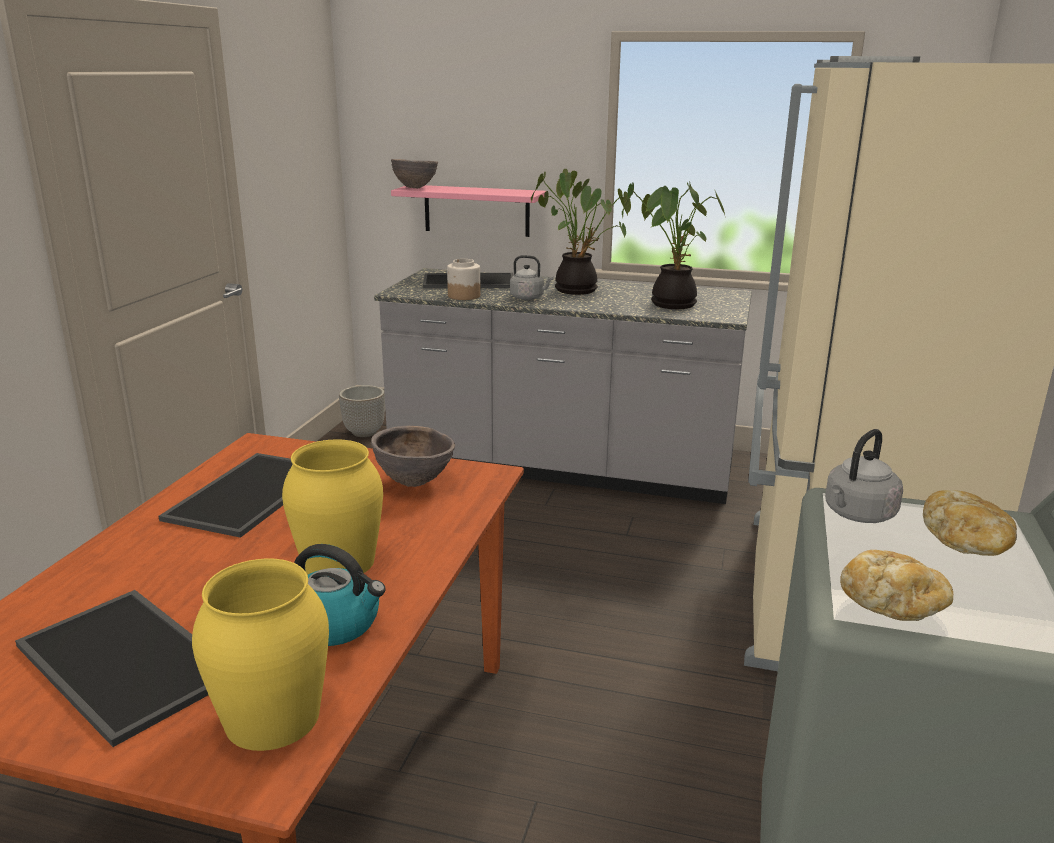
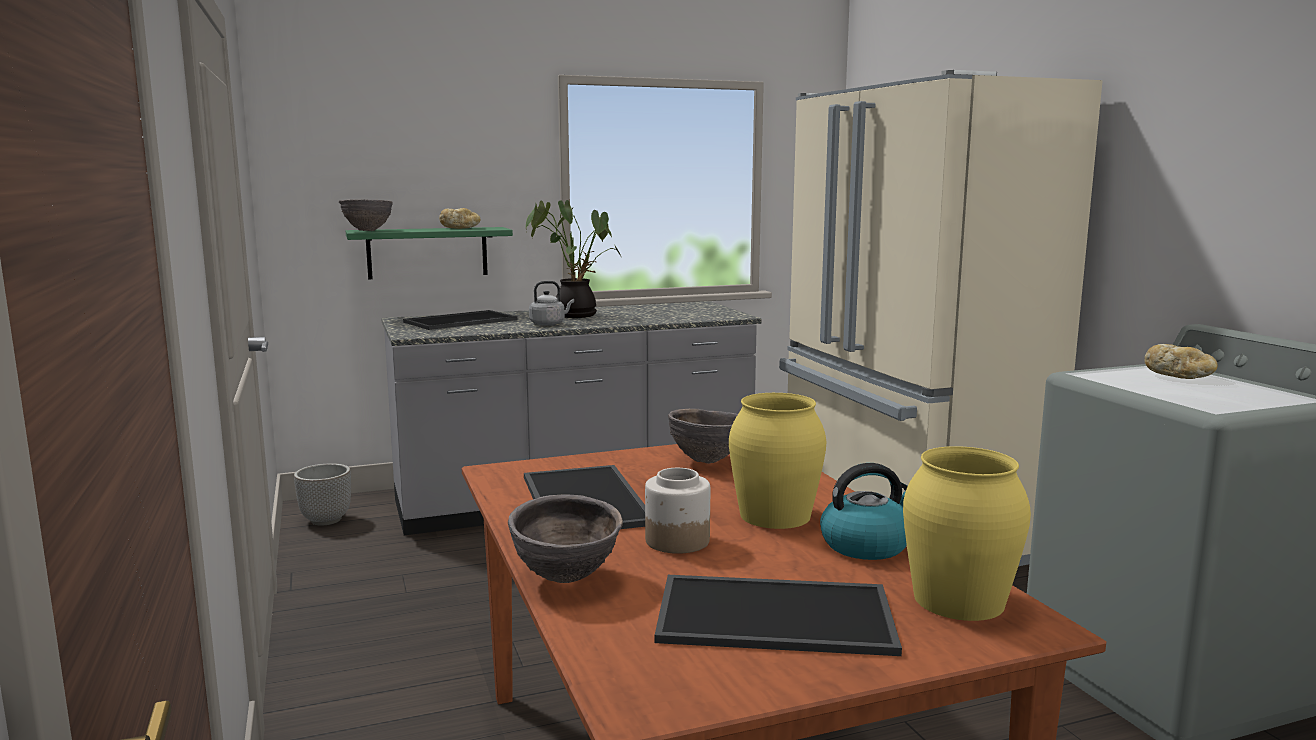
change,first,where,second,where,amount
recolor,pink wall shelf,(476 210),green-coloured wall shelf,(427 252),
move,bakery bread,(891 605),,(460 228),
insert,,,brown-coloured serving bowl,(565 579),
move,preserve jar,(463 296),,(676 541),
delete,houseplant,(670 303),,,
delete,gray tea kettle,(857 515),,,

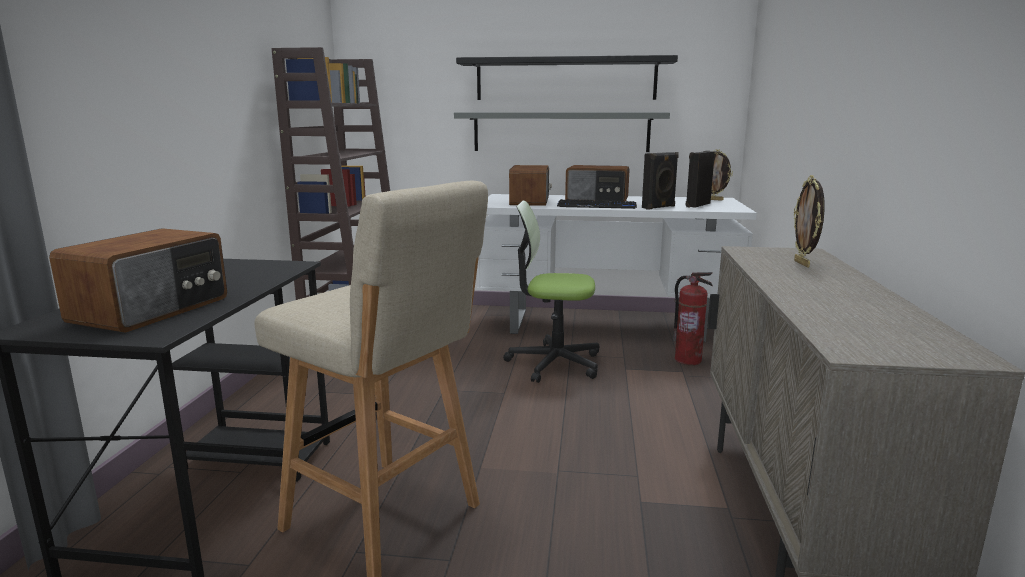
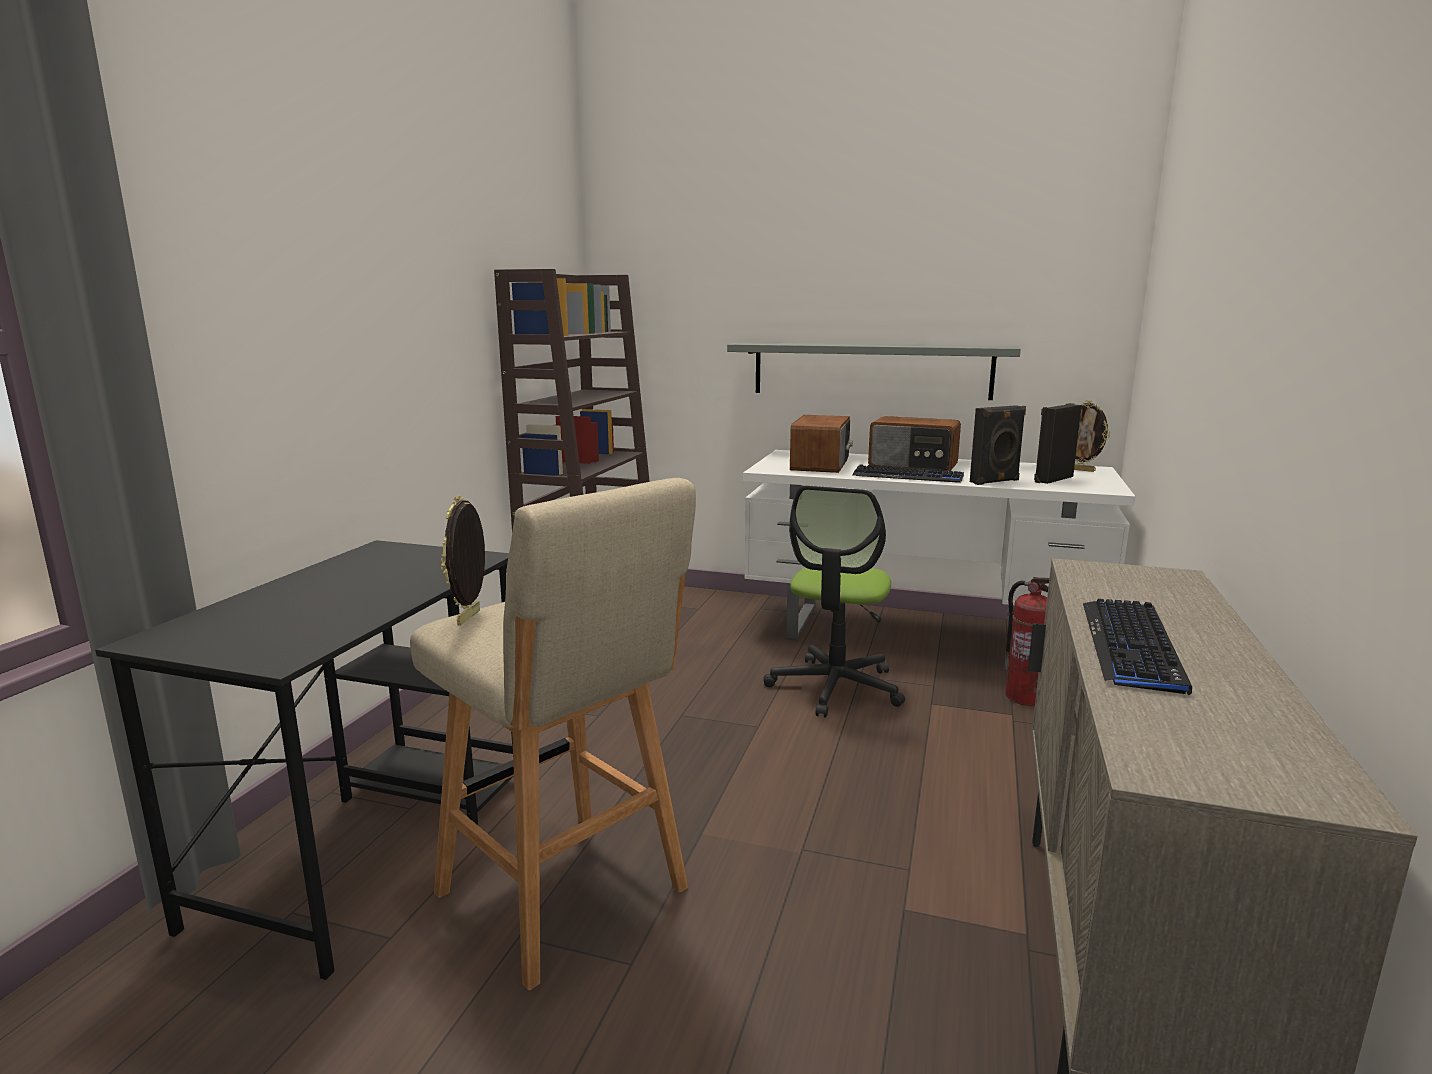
change,first,where,second,where,amount
move,photo frame,(803 264),,(470 618),
rotate,office chair,(554 363),,(835 687),90 degrees counterclockwise
insert,,,computer keyboard,(1132 645),
delete,radio set,(153 310),,,
delete,blackish wall shelf,(565 79),,,

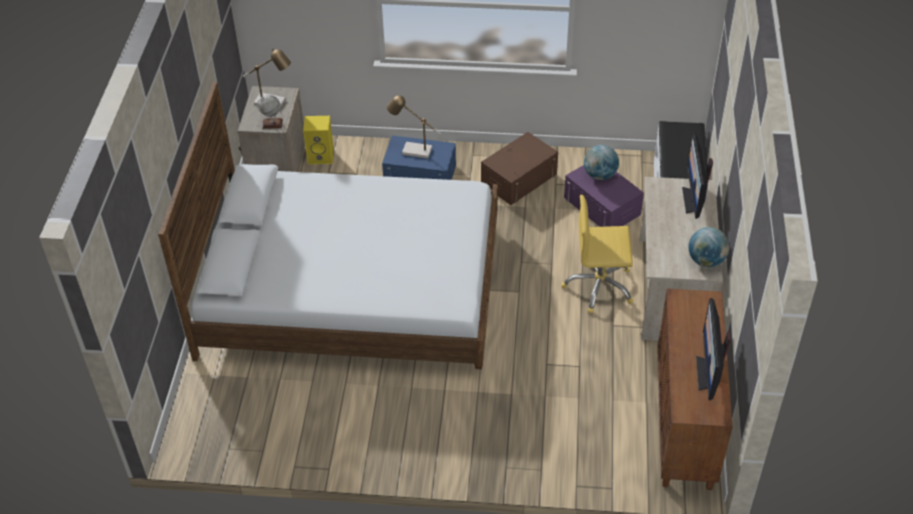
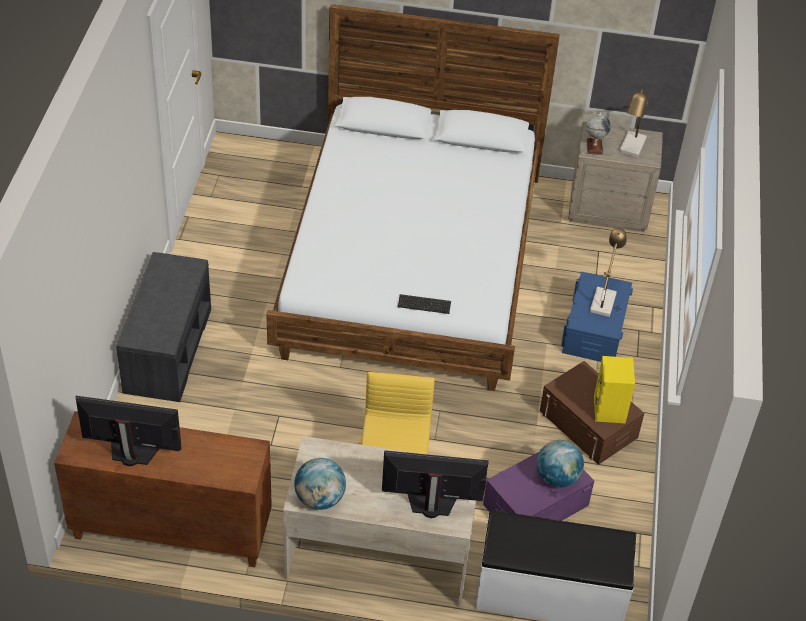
change,first,where,second,where,amount
insert,,,gray bench,(167 349),
insert,,,computer keyboard,(424 305),
move,yellow loudspeaker,(321 156),,(610 410),

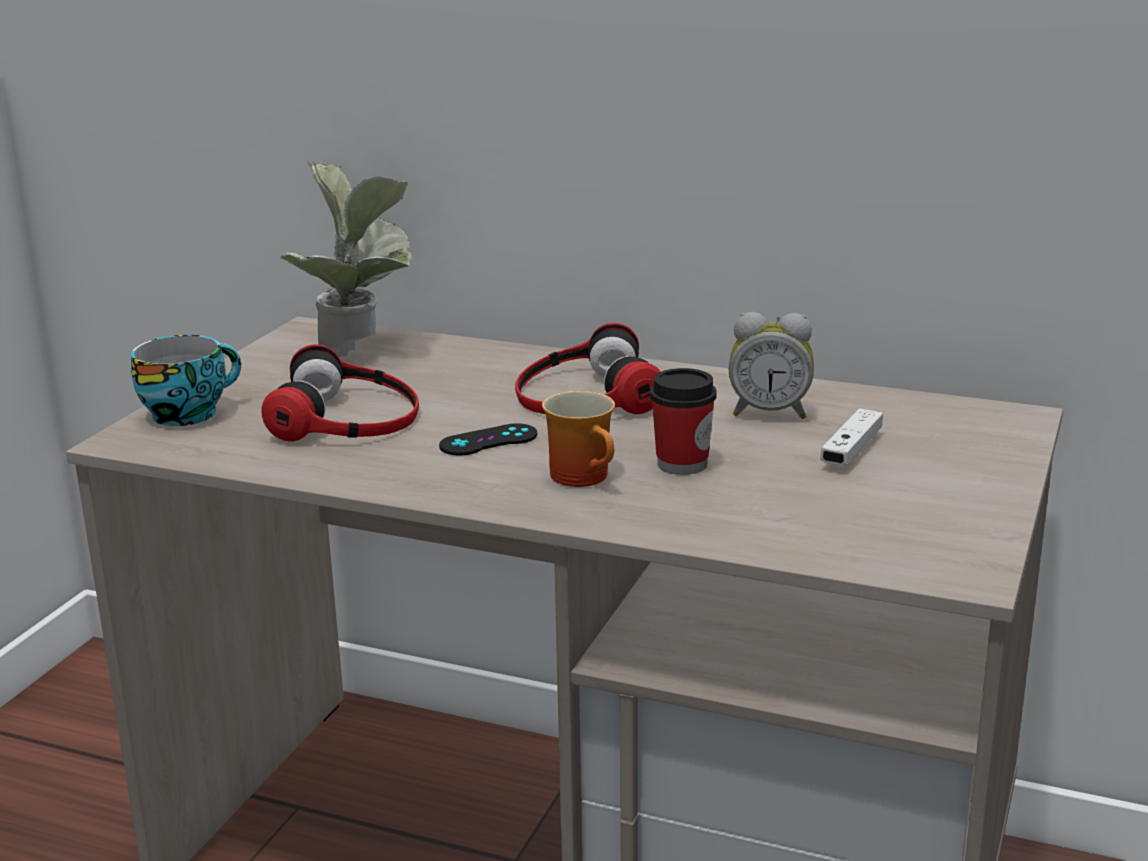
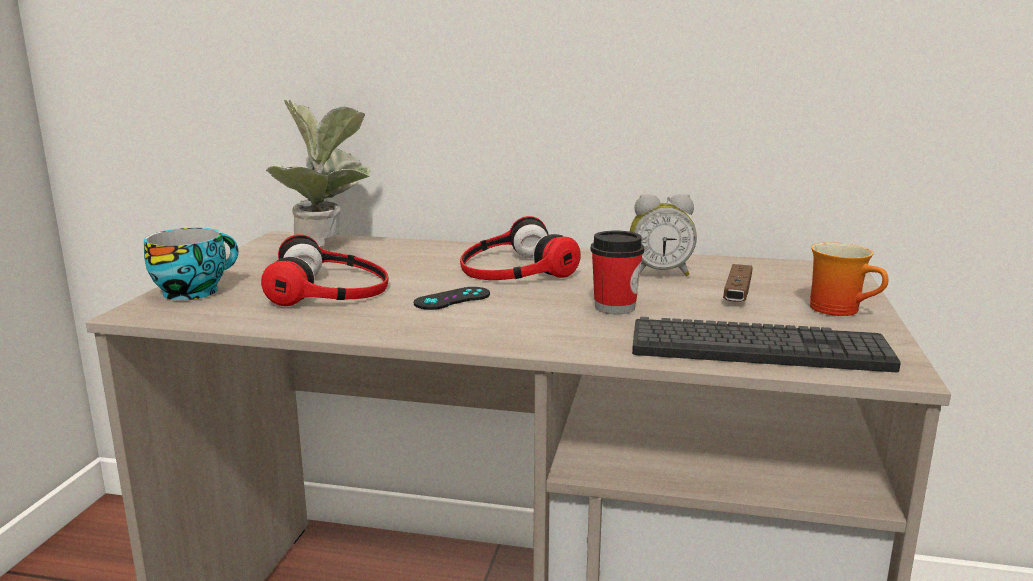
change,first,where,second,where,amount
insert,,,computer keyboard,(758 348),
recolor,whitish gamepad,(851 451),brown-coloured gamepad,(737 293),
move,mug,(586 476),,(841 309),

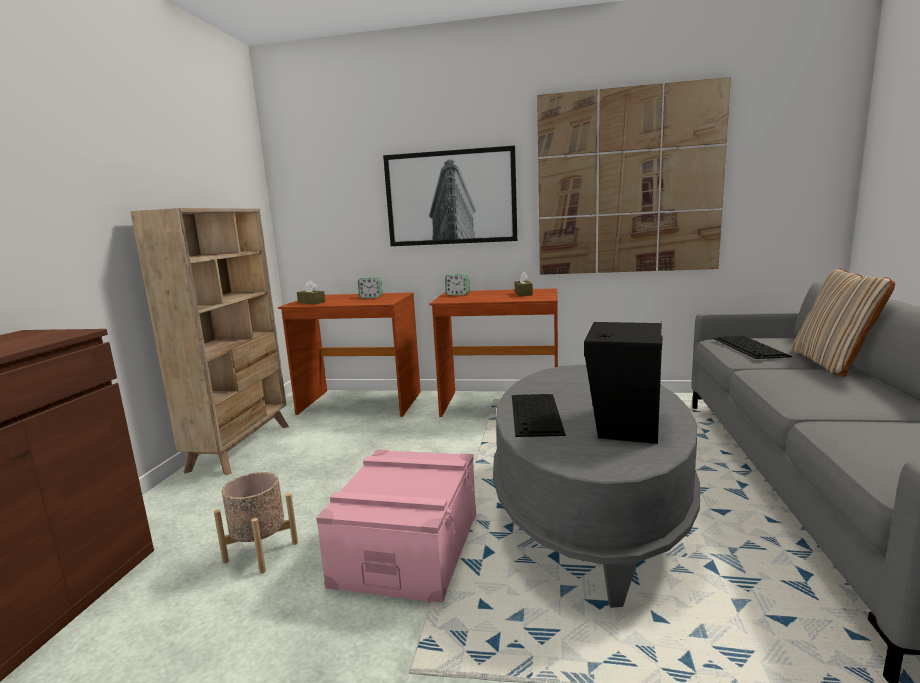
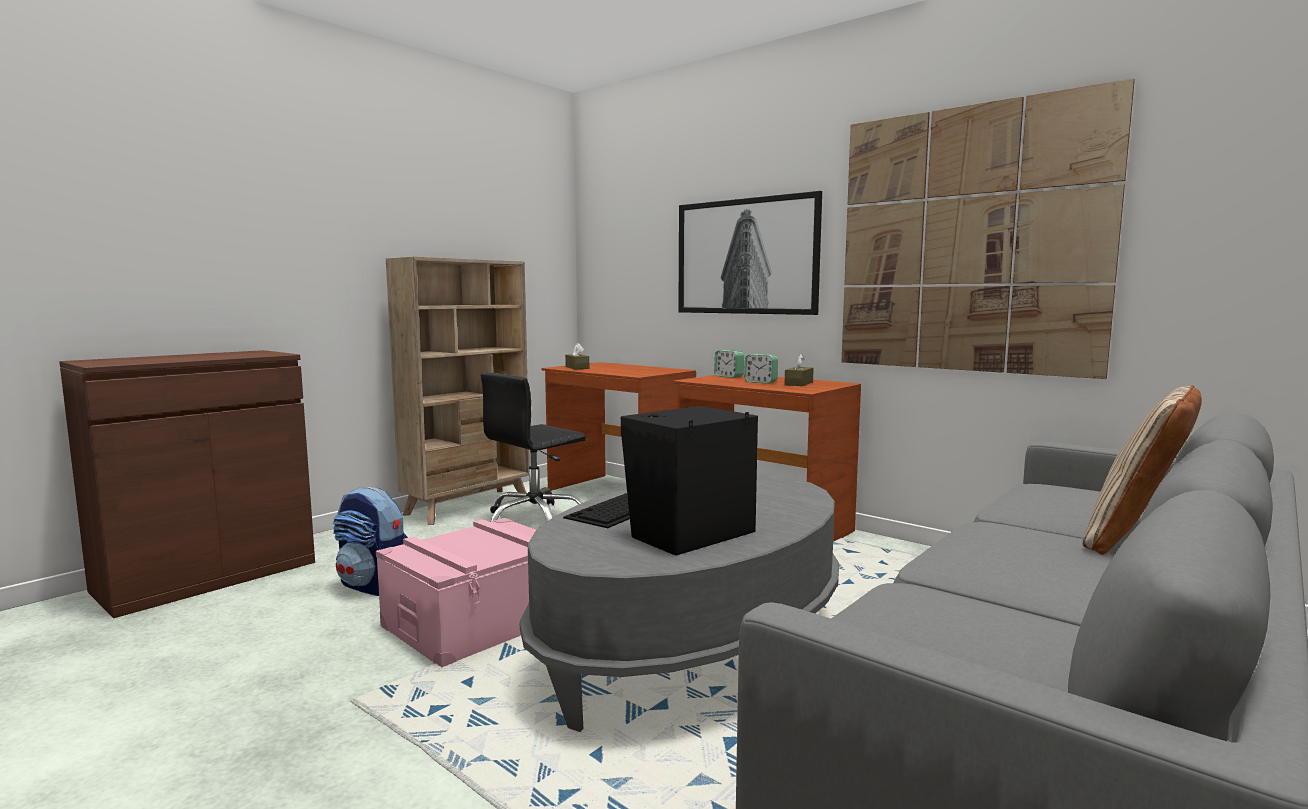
change,first,where,second,where,amount
replace,beige plant pot,(261 552),backpack,(375 586),
insert,,,blackish office chair,(535 519),
move,table clock,(371 297),,(760 382),
delete,computer keyboard,(750 347),,,

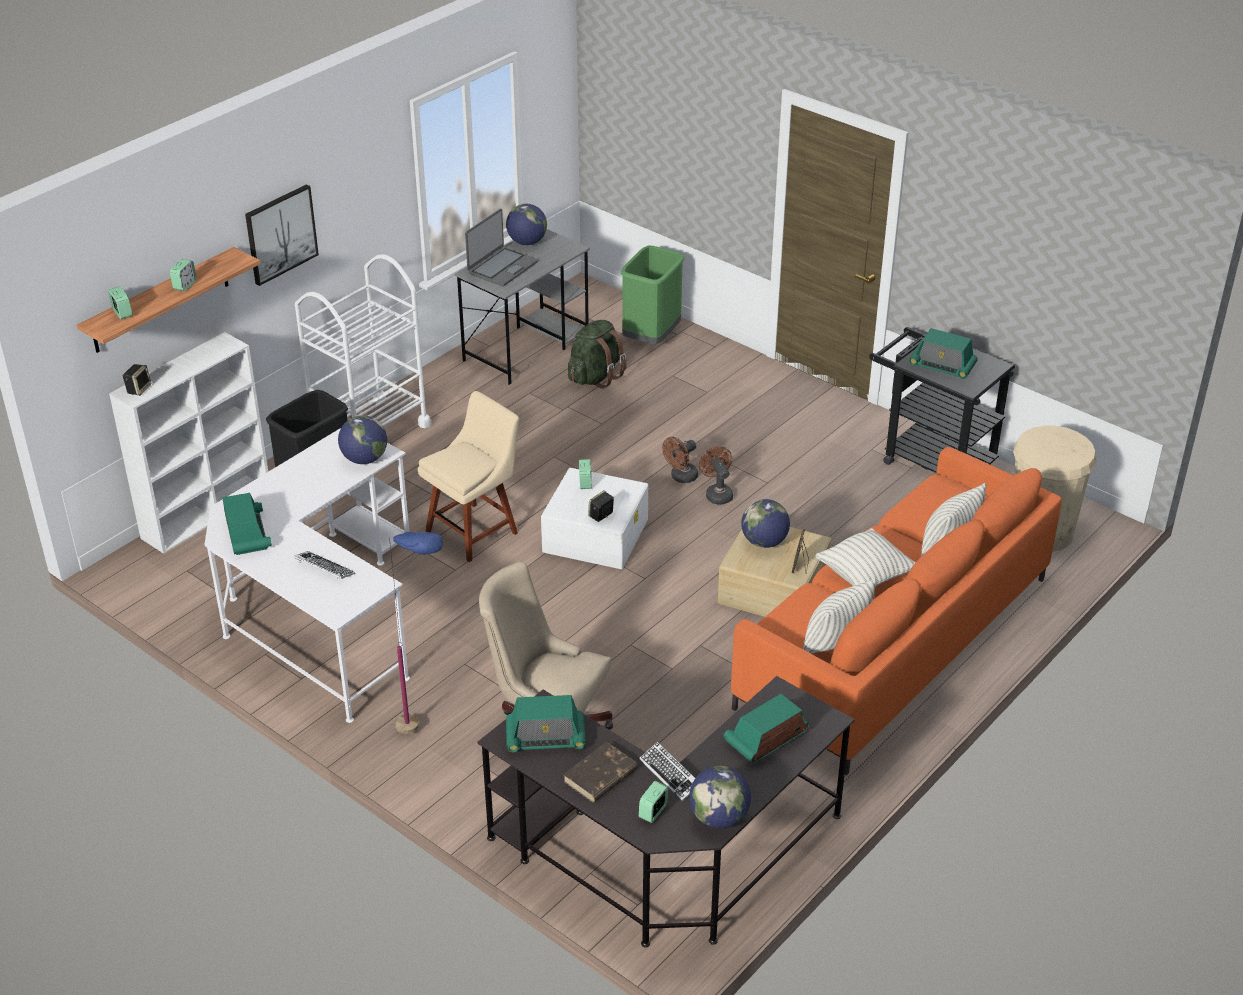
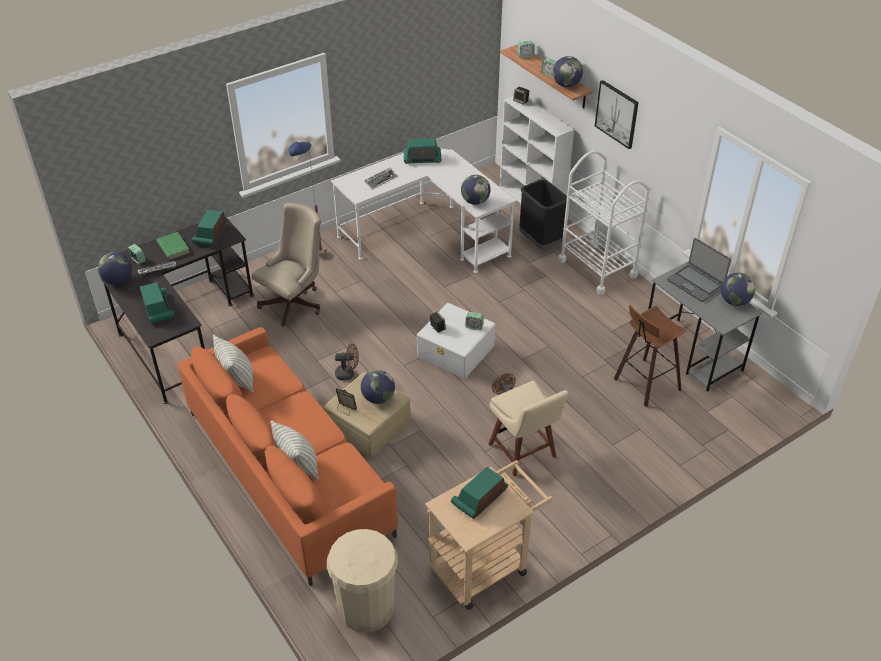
change,first,where,second,where,amount
recolor,brown-coloured book,(600 776),green-coloured book,(173 247),
move,brown-coloured fan,(717 494),,(348 373),
recolor,blackish trolley,(930 458),beige trolley,(485 565),
move,beige chair,(475 530),,(524 453),
insert,,,desk globe,(566 85),
replace,green-coloured backpack,(595 377),sitting stool,(644 384),
delete,green-coloured trash can,(652 337),,,
delete,cushion,(865 576),,,

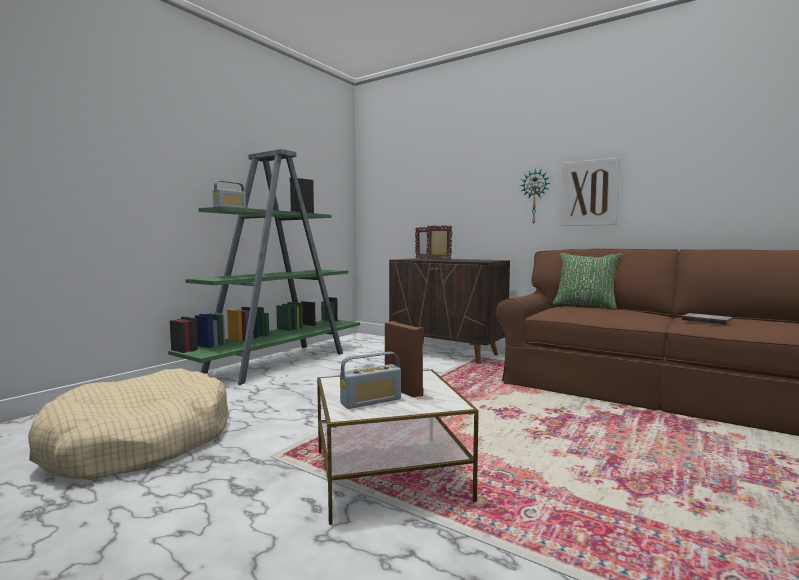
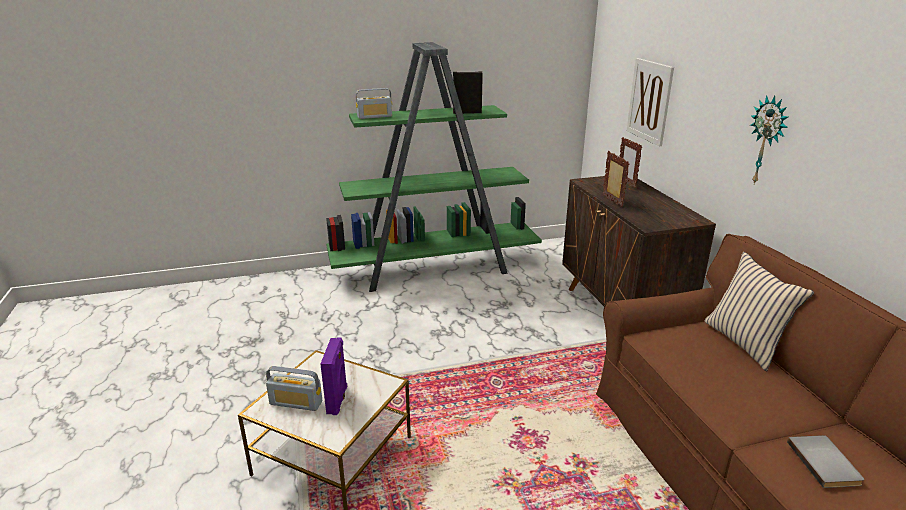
change,first,where,second,where,amount
recolor,brown-coloured loudspeaker,(404 390),purple-coloured loudspeaker,(338 400),
move,wall picture,(589 193),,(649 101),
recolor,green-coloured cushion,(585 306),beige cushion,(745 342),
delete,beige dog cushion,(139 443),,,

